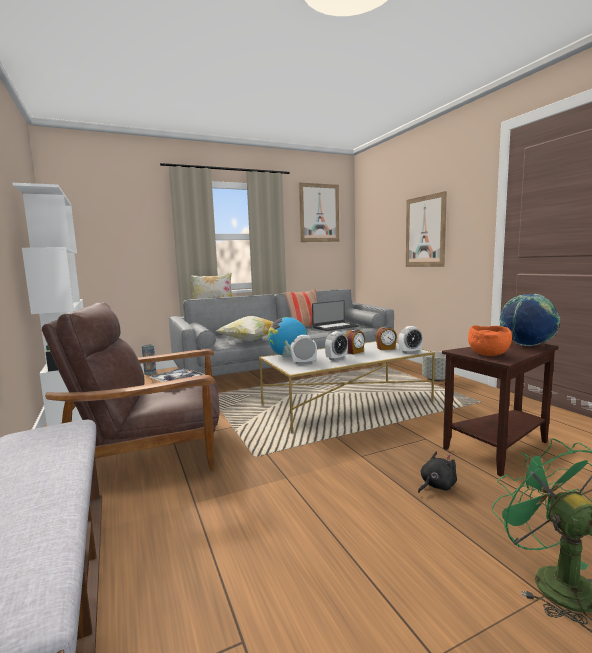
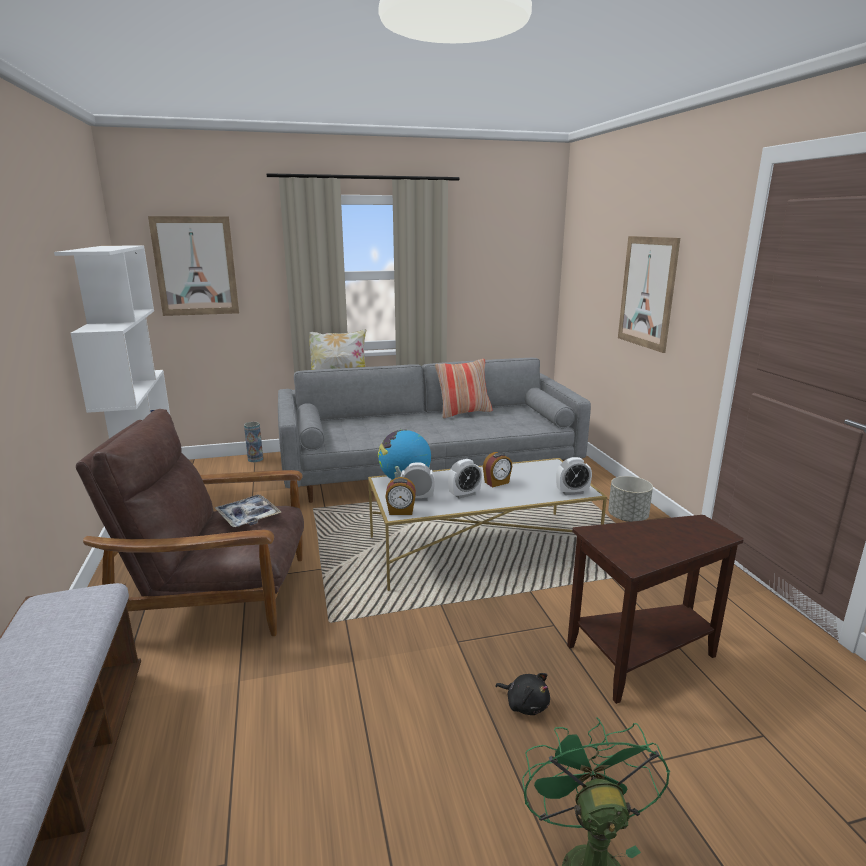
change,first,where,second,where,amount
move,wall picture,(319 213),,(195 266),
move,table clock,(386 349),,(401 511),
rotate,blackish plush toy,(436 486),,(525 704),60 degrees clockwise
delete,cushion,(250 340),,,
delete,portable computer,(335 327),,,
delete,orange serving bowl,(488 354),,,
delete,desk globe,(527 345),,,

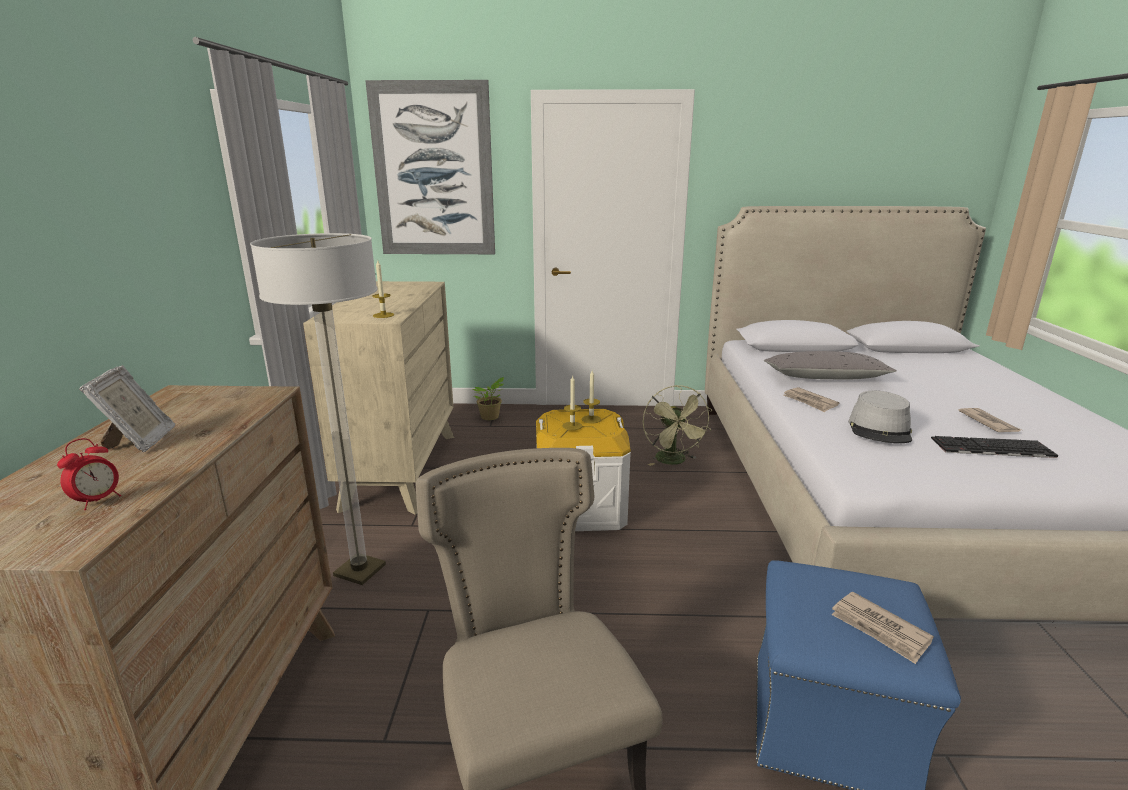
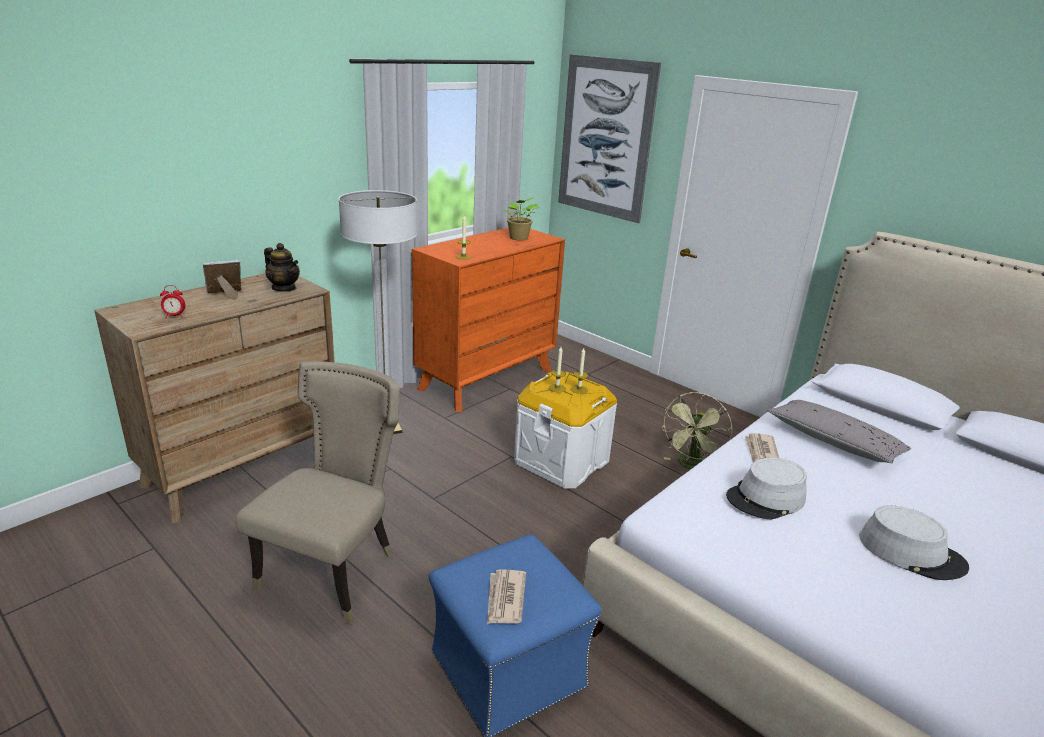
change,first,where,second,where,amount
rotate,photo frame,(139 442),,(226 295),150 degrees counterclockwise
insert,,,tea pot,(284 288),
recolor,beige drawer chest,(401 469),orange drawer chest,(486 379),
move,houseplant,(490 417),,(518 238),
replace,printed paper,(988 422),gray clothing hat,(911 552),
delete,computer keyboard,(991 448),,,

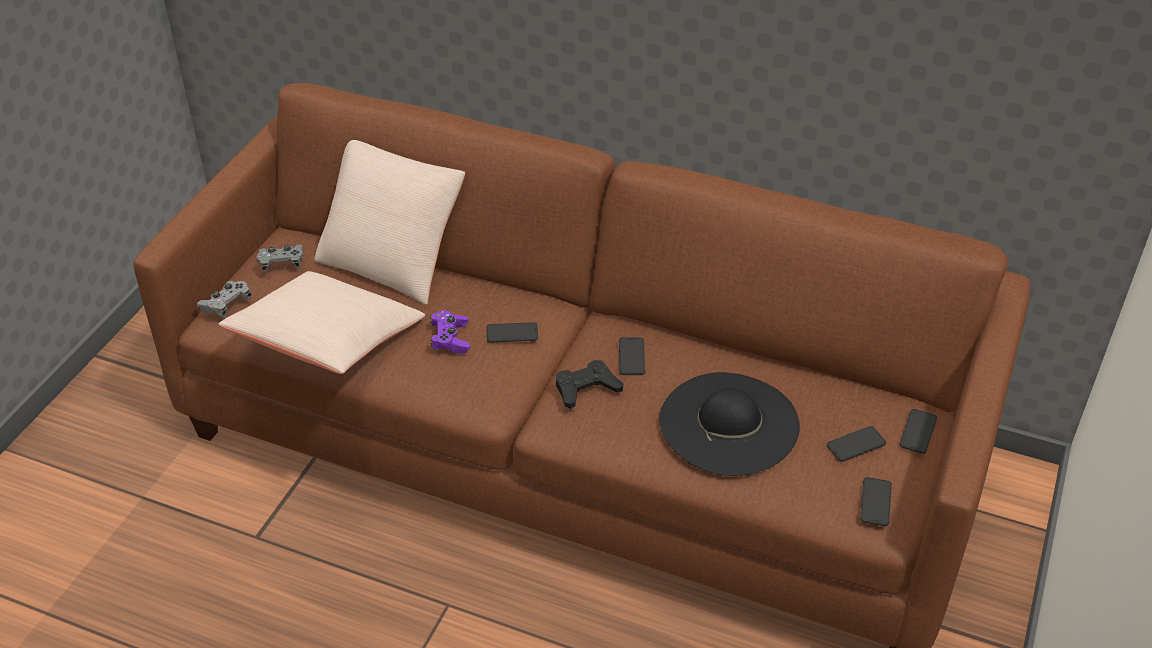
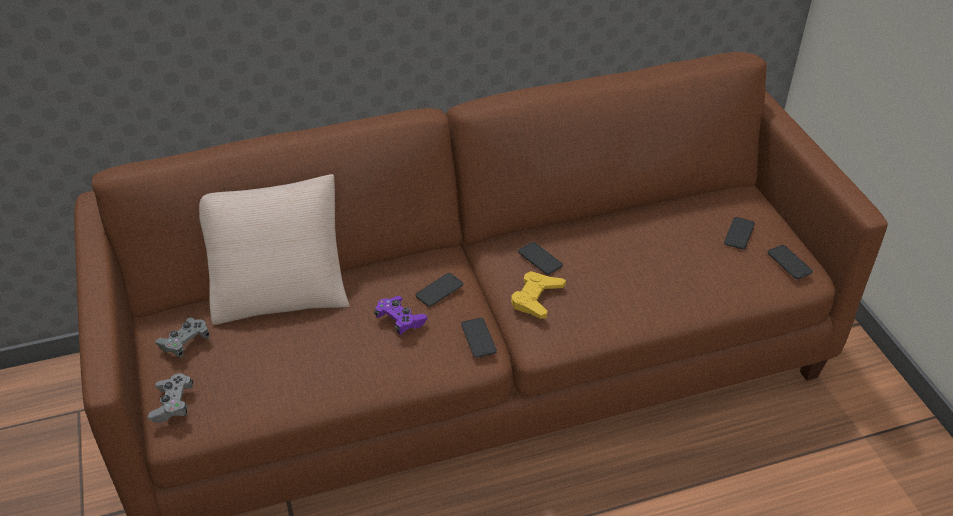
change,first,where,second,where,amount
move,handset,(918 432),,(478 338),
recolor,blackish gamepad,(586 388),yellow gamepad,(536 298),
delete,beige cushion,(328 341),,,
delete,blackish clothing hat,(729 423),,,

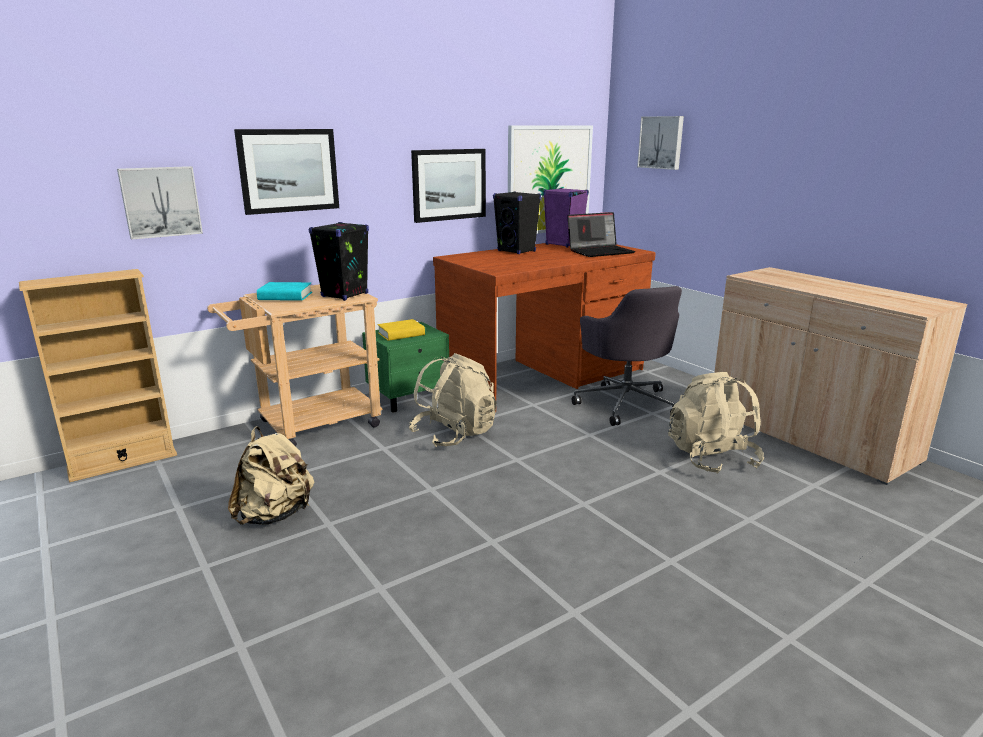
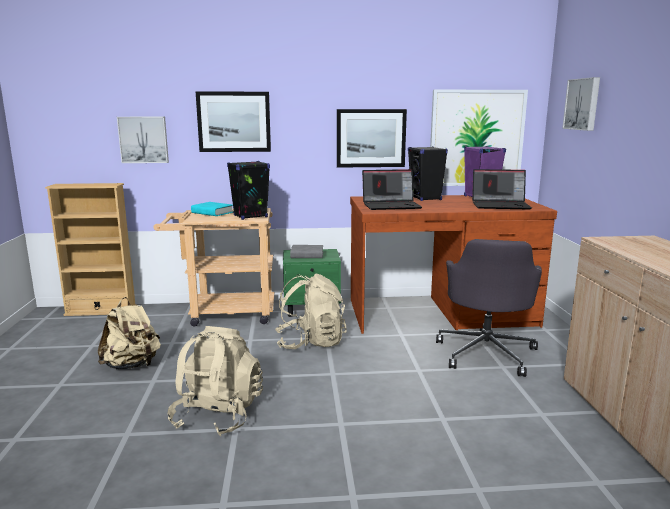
change,first,where,second,where,amount
move,beige backpack,(711 458),,(218 415),
recolor,yellow book,(401 334),gray book,(307 255),
insert,,,portable computer,(392 205),

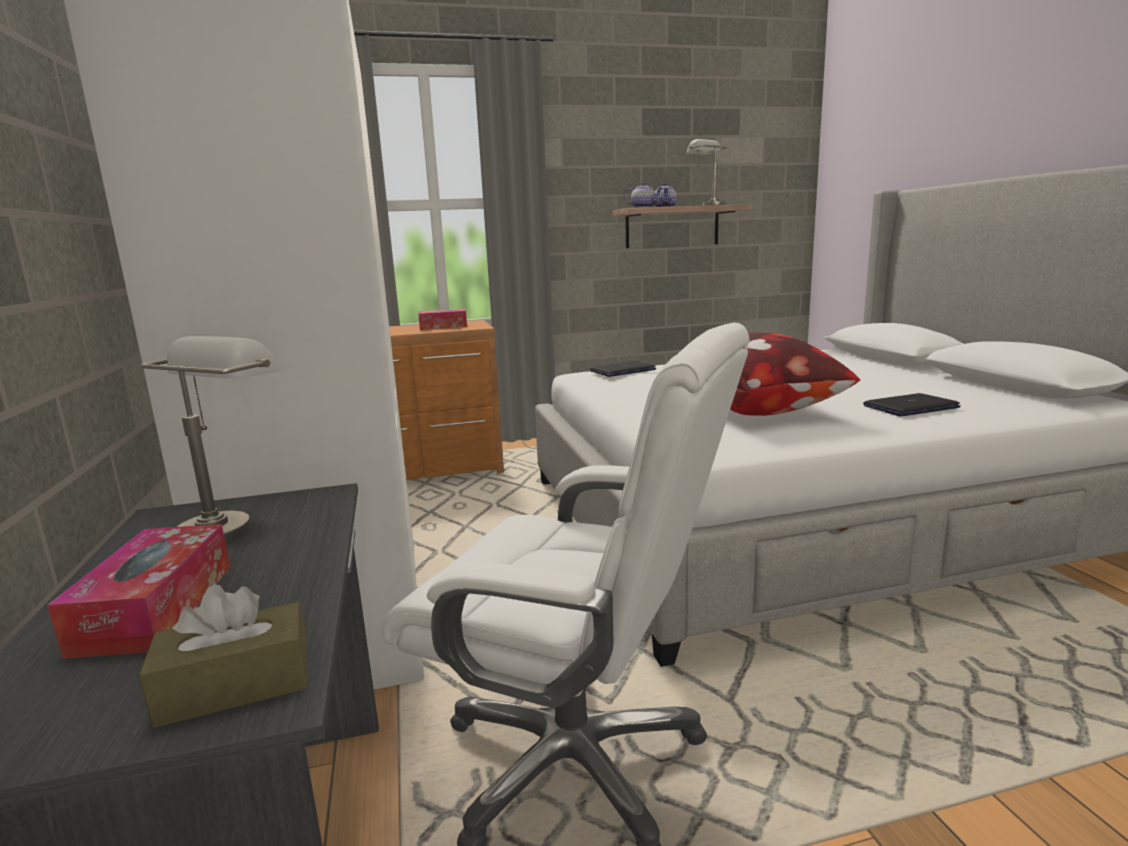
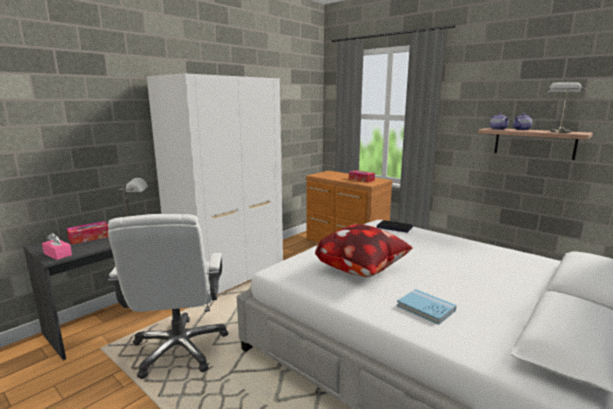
change,first,where,second,where,amount
recolor,brown-coloured tissue box,(236 686),pink tissue box,(58 254),
replace,portable computer,(910 407),blue-coloured book,(426 308),

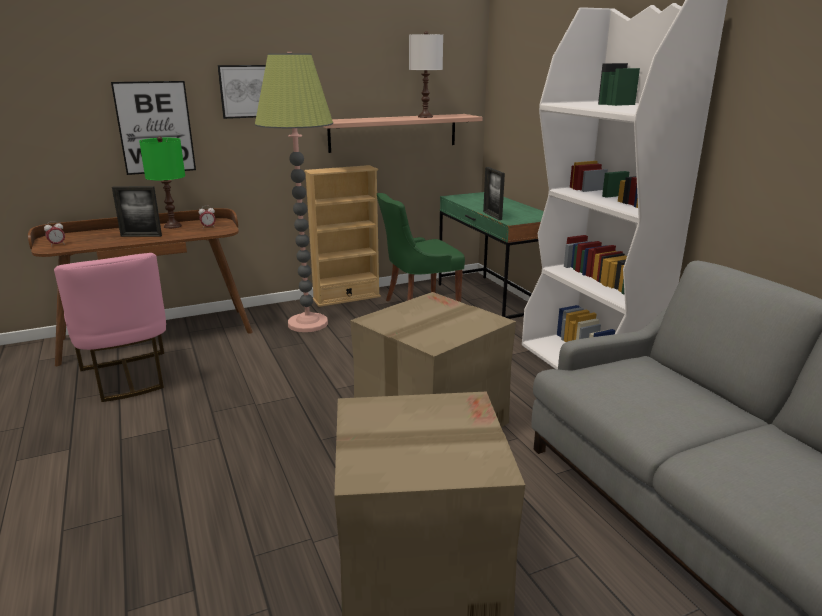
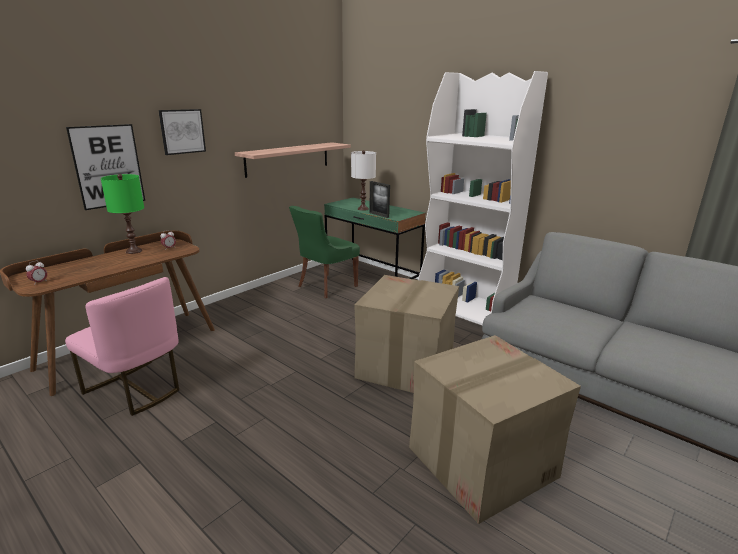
change,first,where,second,where,amount
move,whitish tabletop lamp,(425 117),,(363 209),
delete,photo frame,(141 236),,,
delete,standing lamp,(308 324),,,
delete,beige bookcase,(346 298),,,

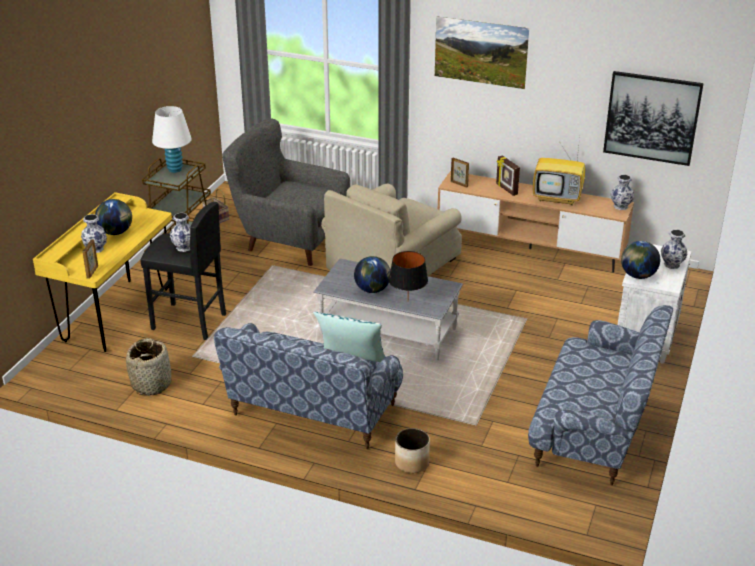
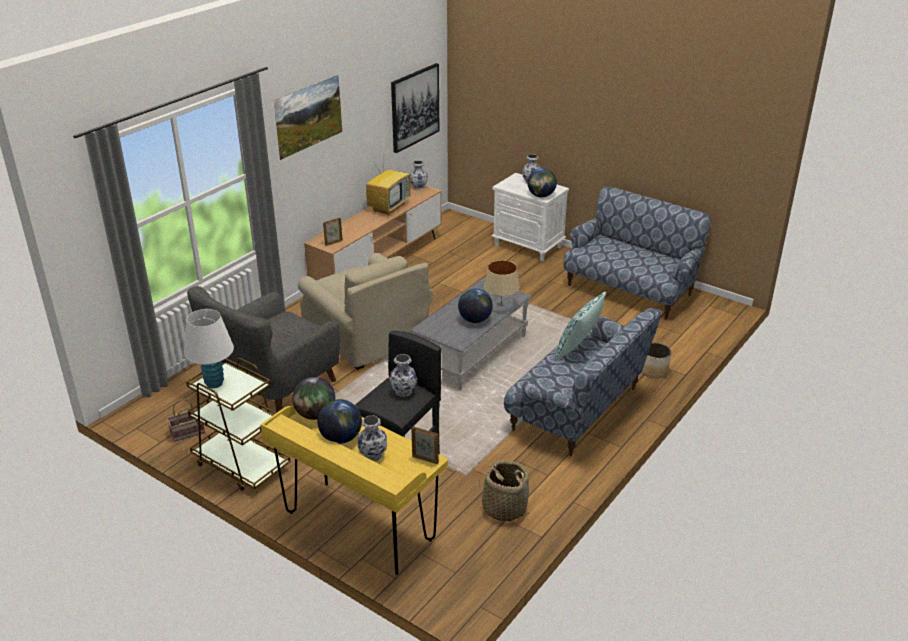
change,first,where,second,where,amount
insert,,,desk globe,(315 415),
recolor,blackish tabletop lamp,(407 301),beige tabletop lamp,(501 306),
delete,photo frame,(506 189),,,

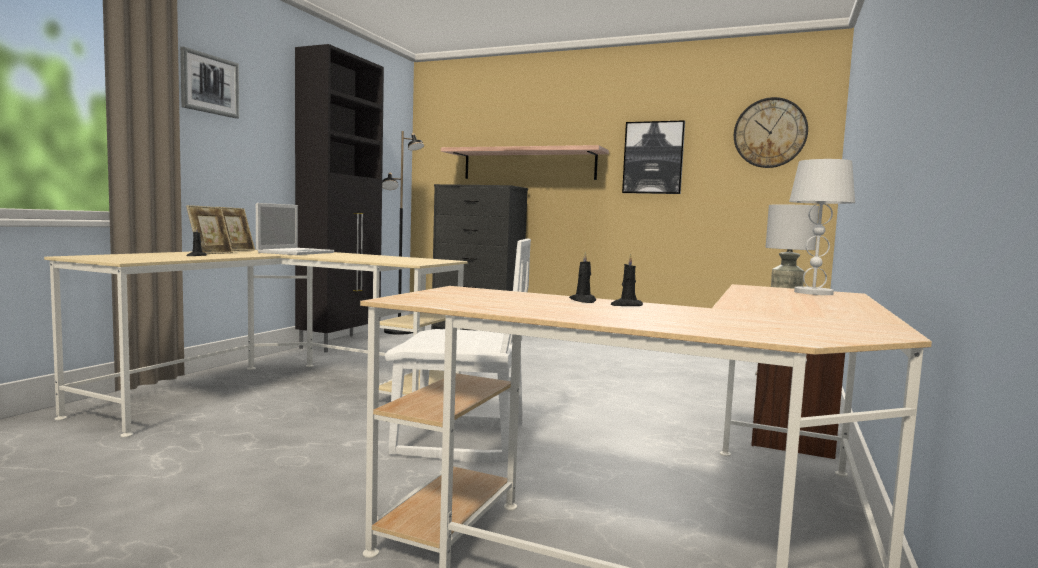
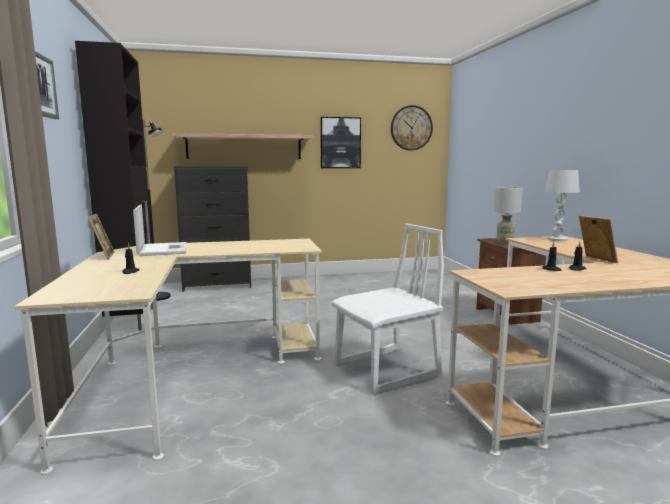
change,first,where,second,where,amount
move,photo frame,(210 253),,(595 259),

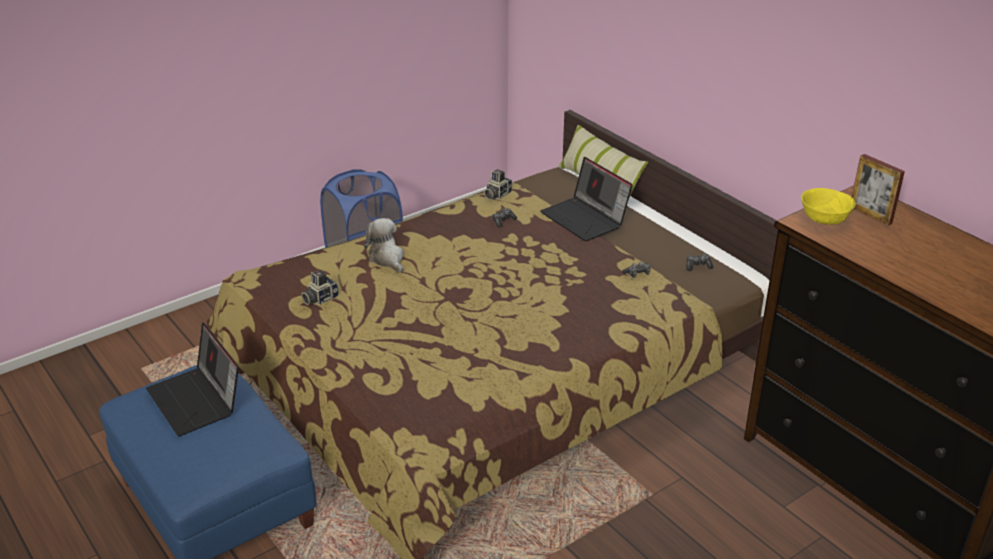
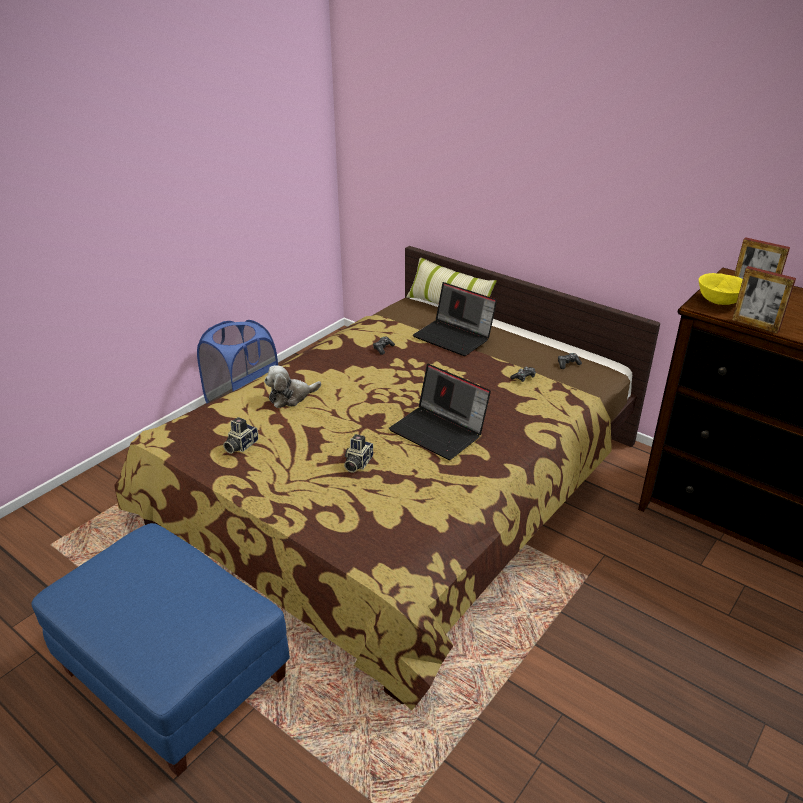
change,first,where,second,where,amount
rotate,plush toy,(387 258),,(291 397),75 degrees counterclockwise
move,still camera,(496 194),,(357 463),
move,portable computer,(197 401),,(439 431),
insert,,,photo frame,(755 325),

